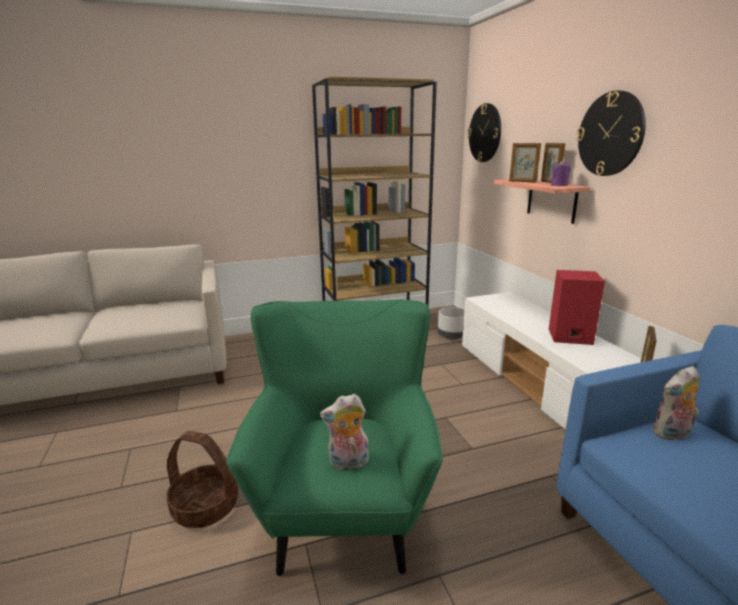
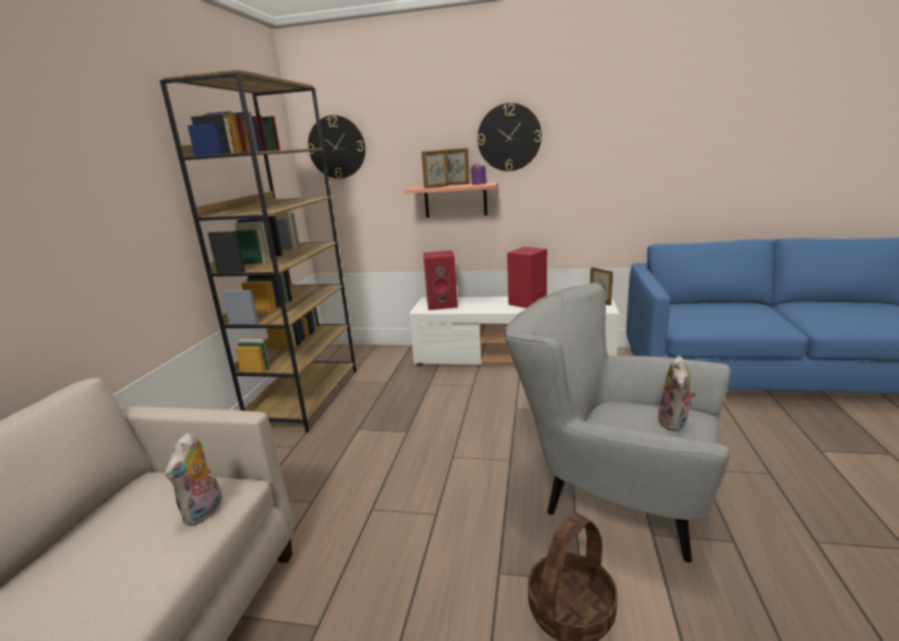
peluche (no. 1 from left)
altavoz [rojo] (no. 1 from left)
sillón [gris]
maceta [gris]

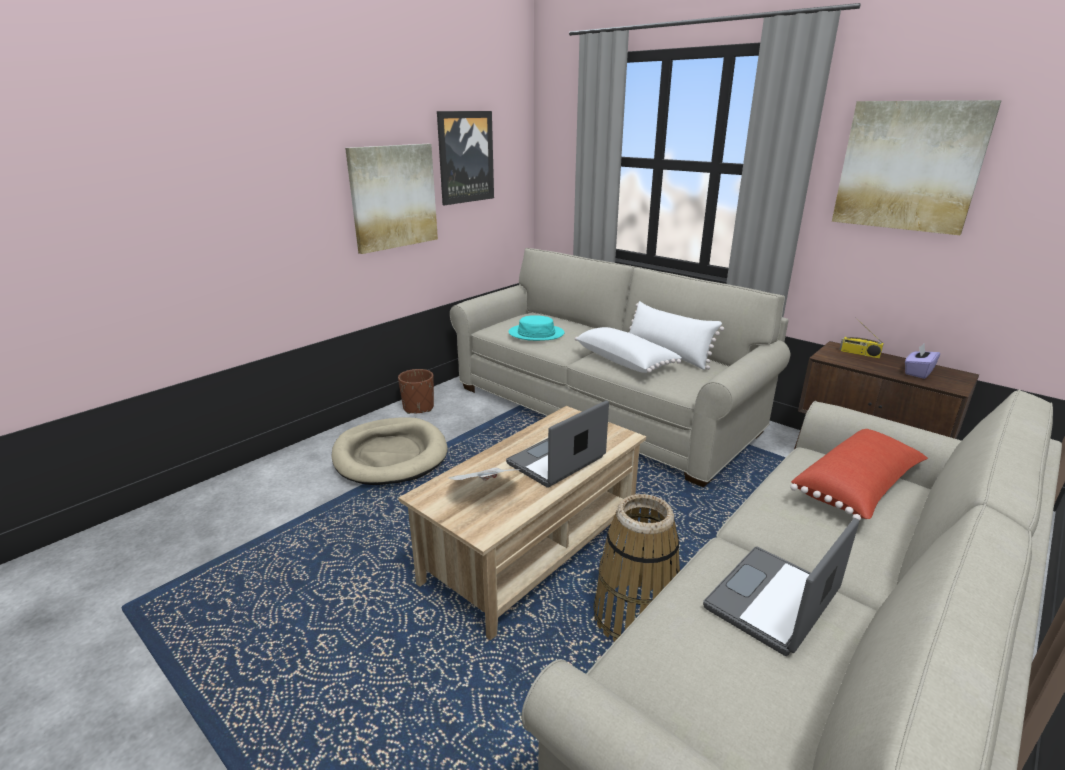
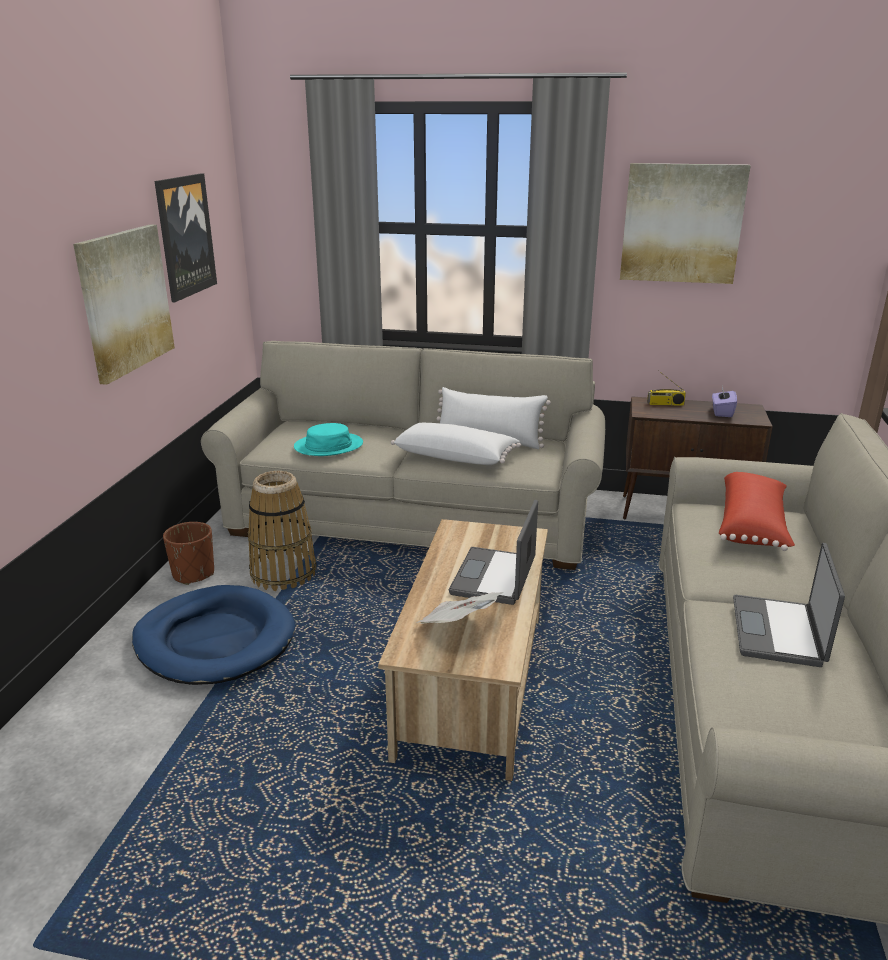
cama para perro [azul]
cesta

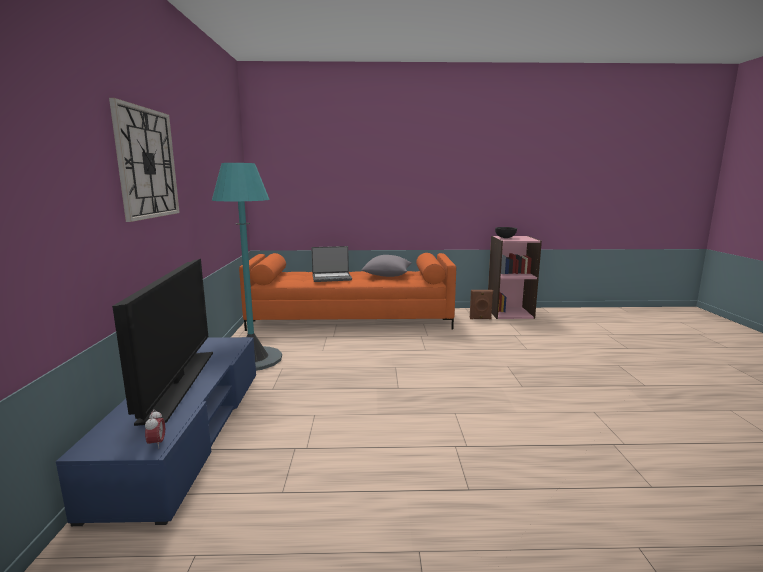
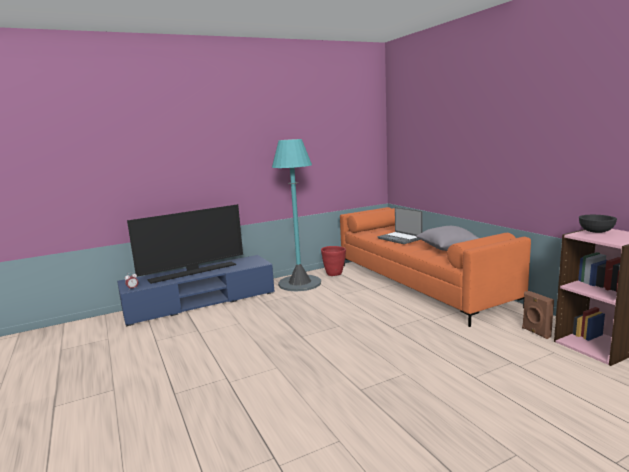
maceta [rojo]
reloj de pared

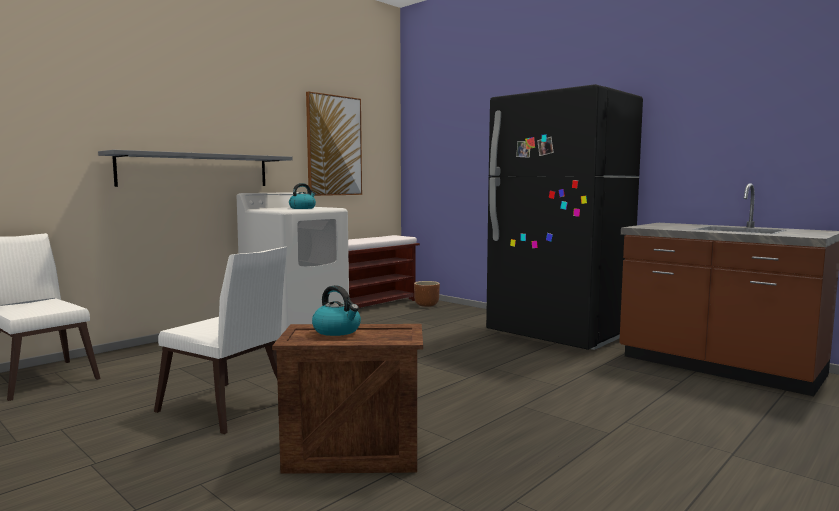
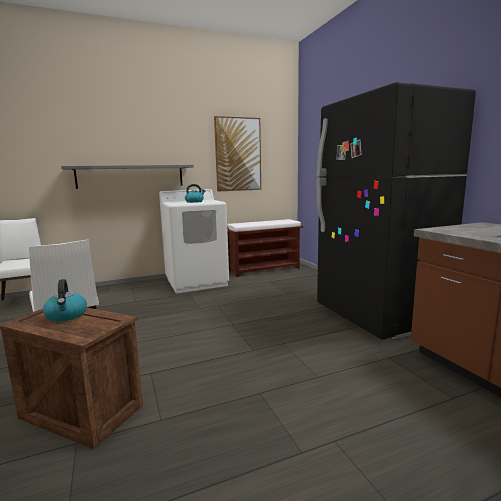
maceta [marrón]

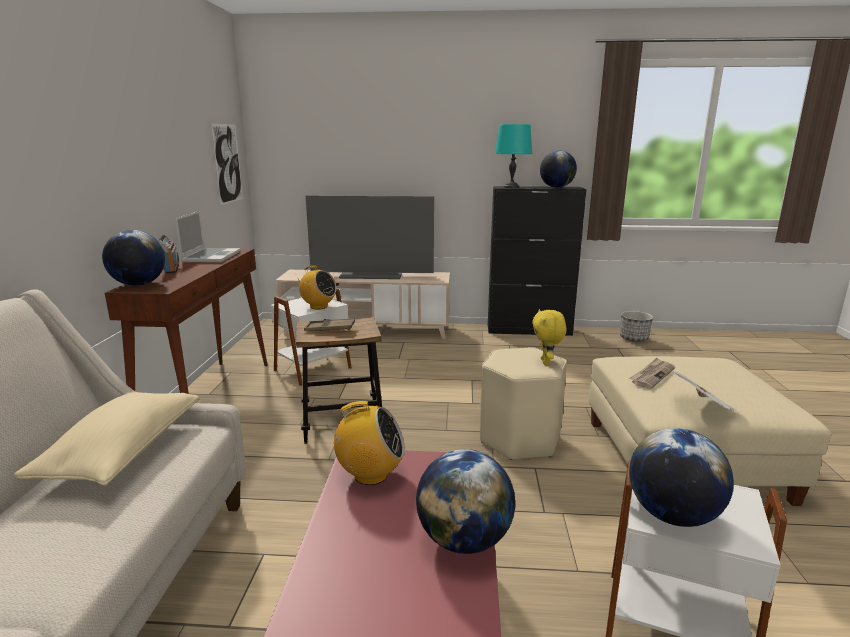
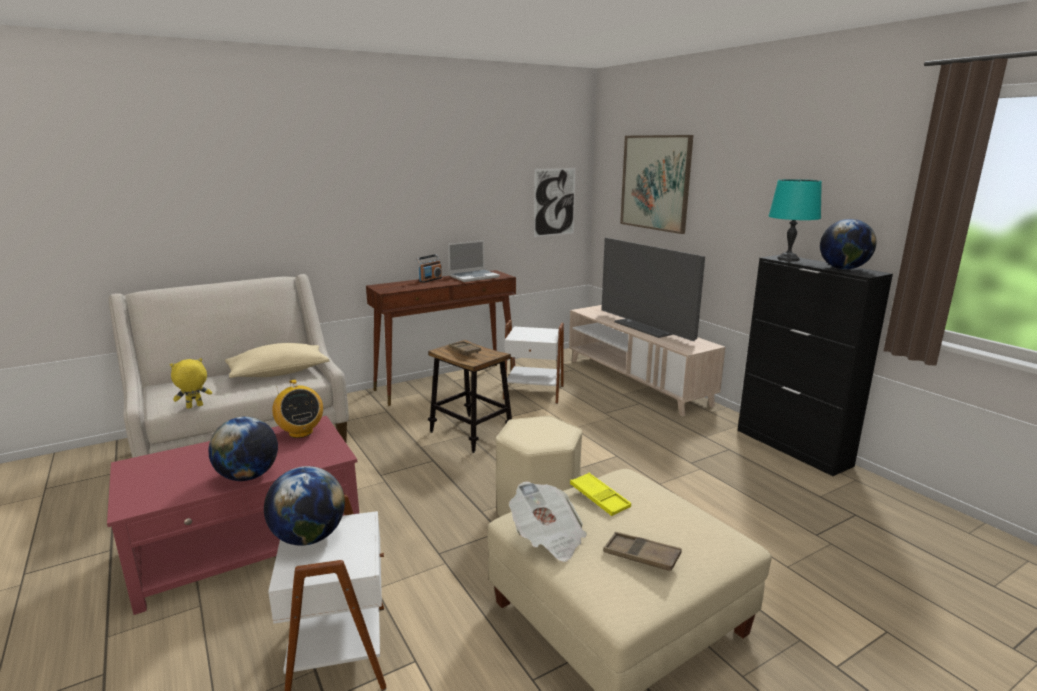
peluche [amarillo]
bandeja [amarillo]
bandeja [marrón] (no. 2 from left)
cuadro (no. 2 from left)
globo terráqueo (no. 1 from left in the first image)
radio (no. 2 from left in the first image)
maceta

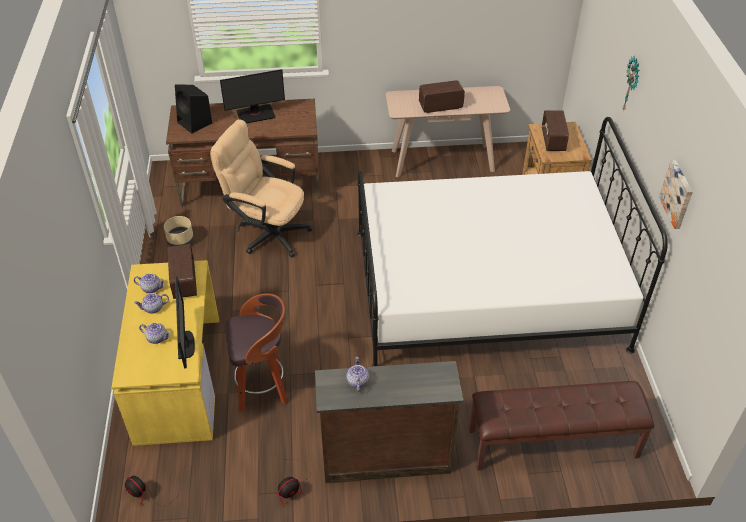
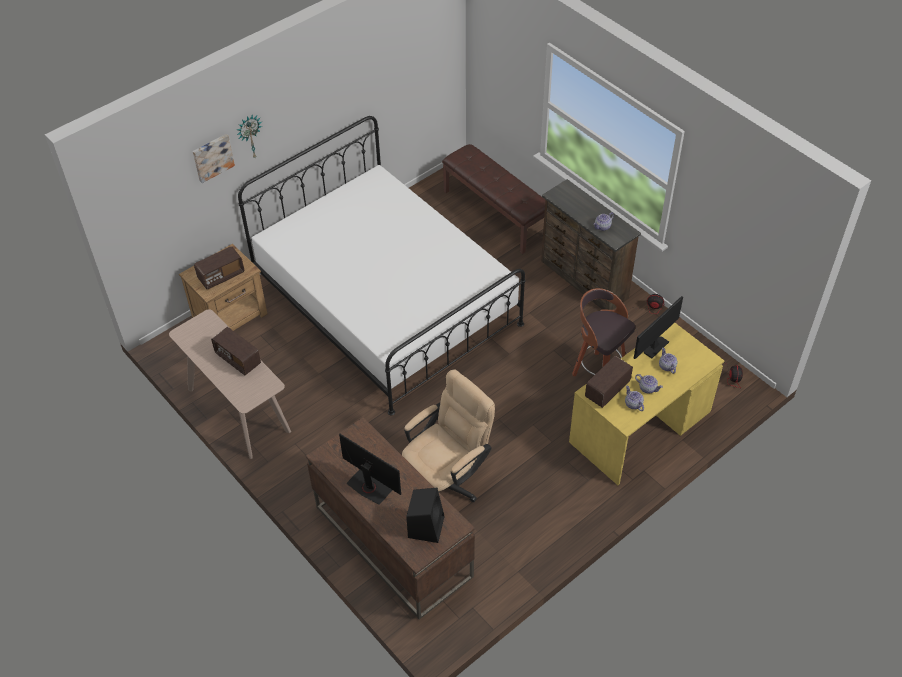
cuadro
silla de oficina [beis]
maceta [beis]

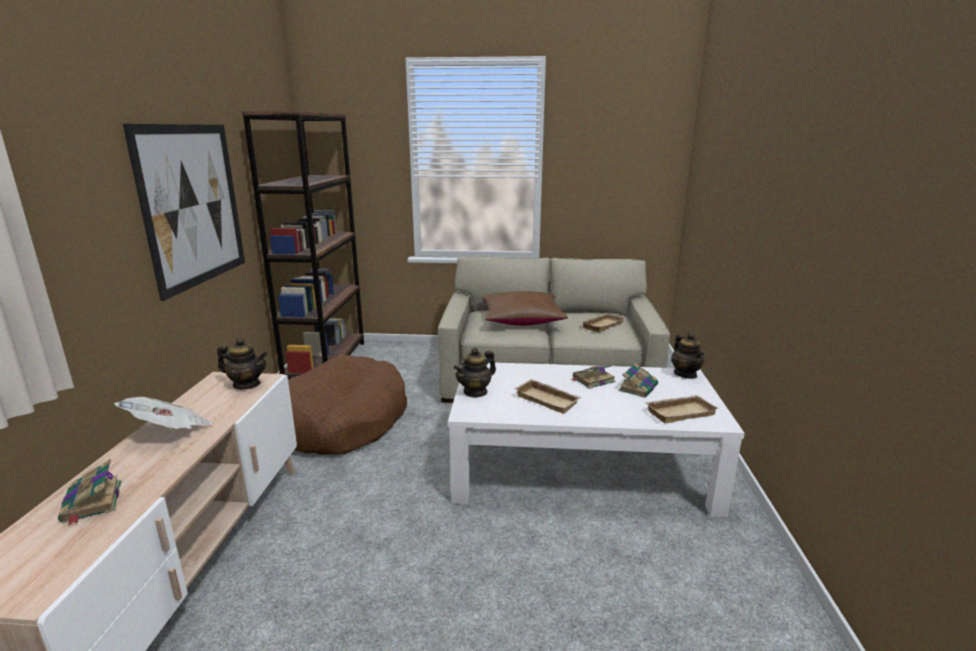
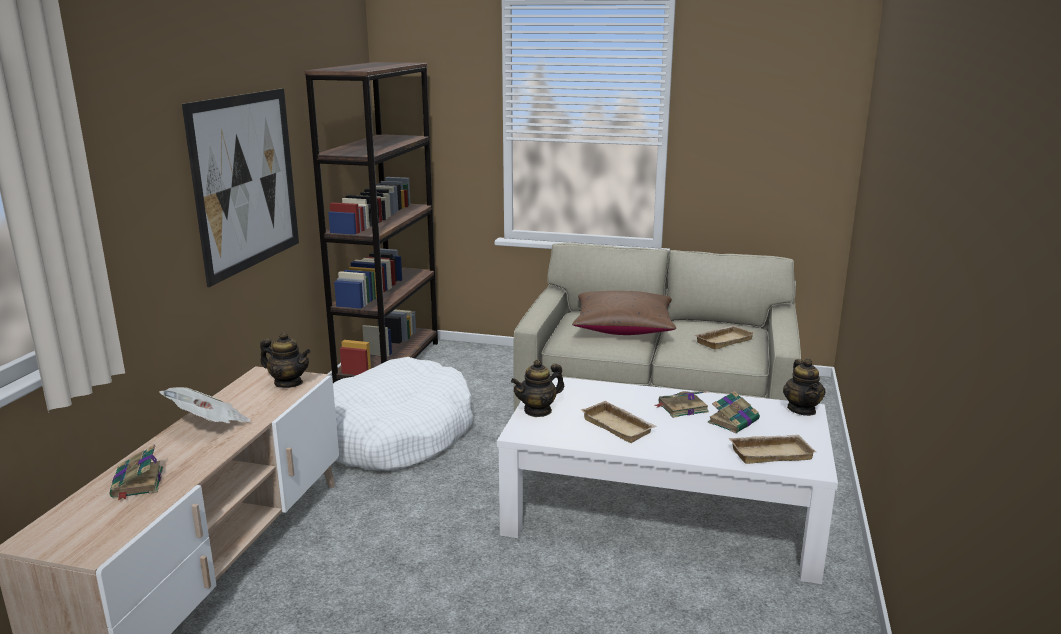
cama para perro [blanco]

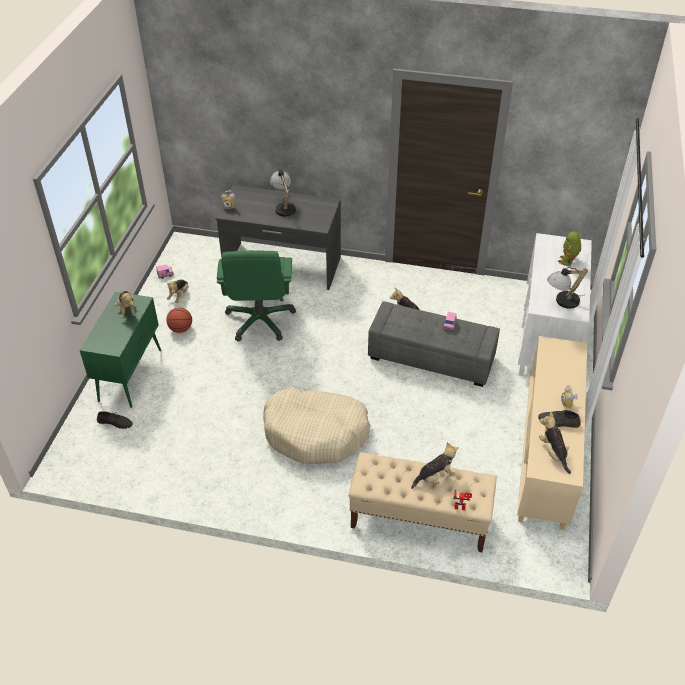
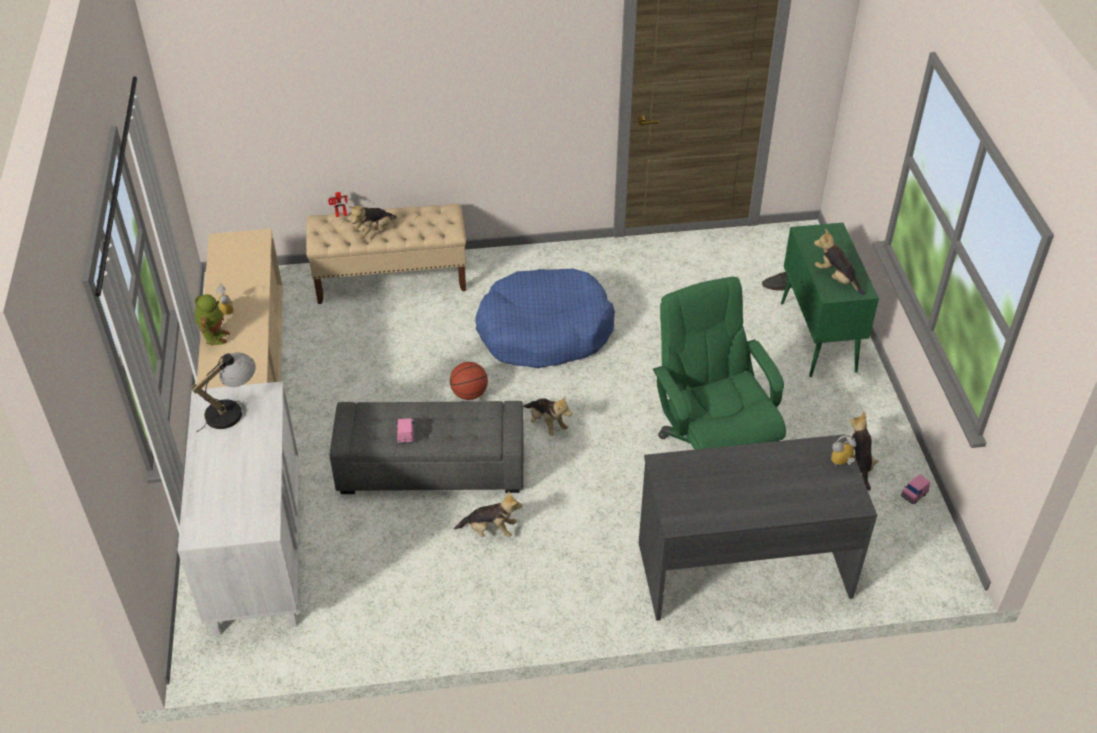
robot de juguete (no. 1 from left)
balón de baloncesto
cama para perro [azul]
peluche (no. 3 from left)
lámpara de mesa (no. 1 from left in the first image)
zapato [gris] (no. 2 from left in the first image)

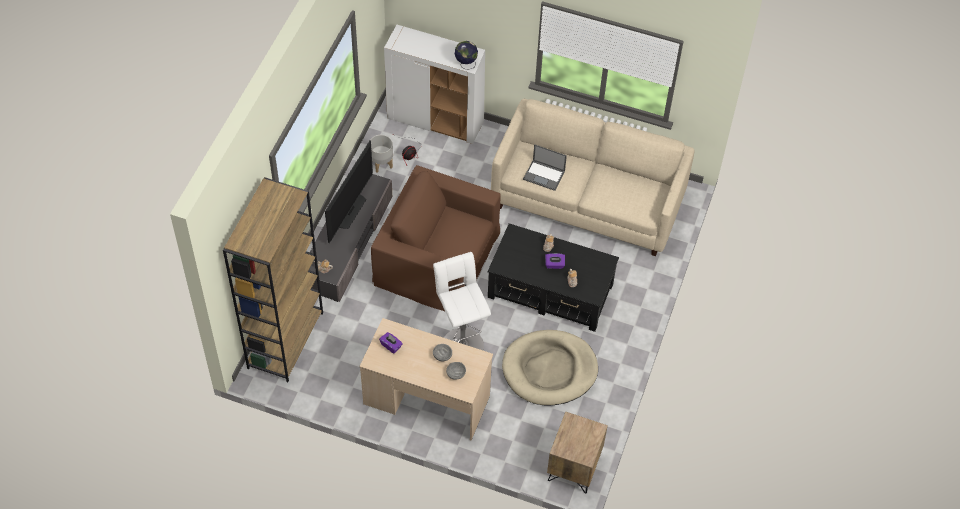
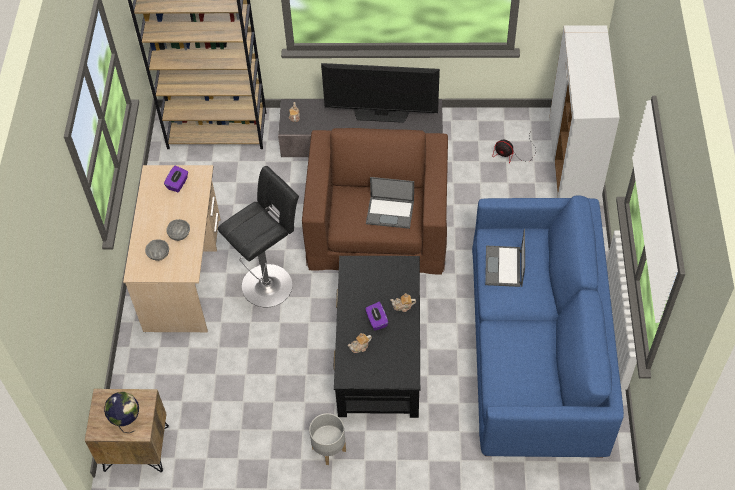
globo terráqueo
taburete [negro]
maceta [gris]
portátil (no. 1 from left)
sofá [azul]
cama para perro [beis]

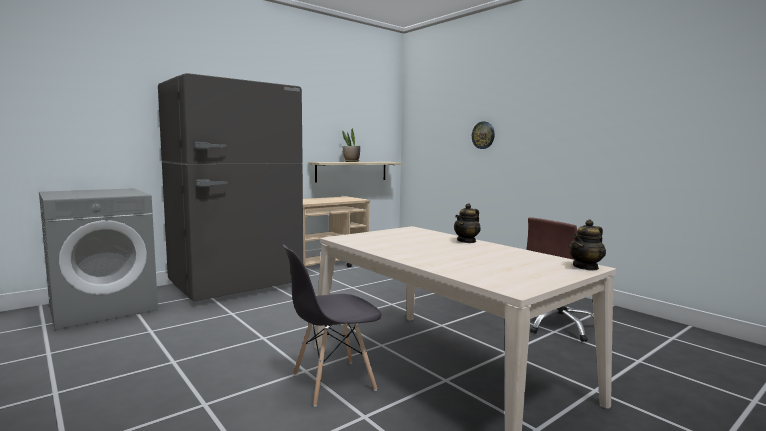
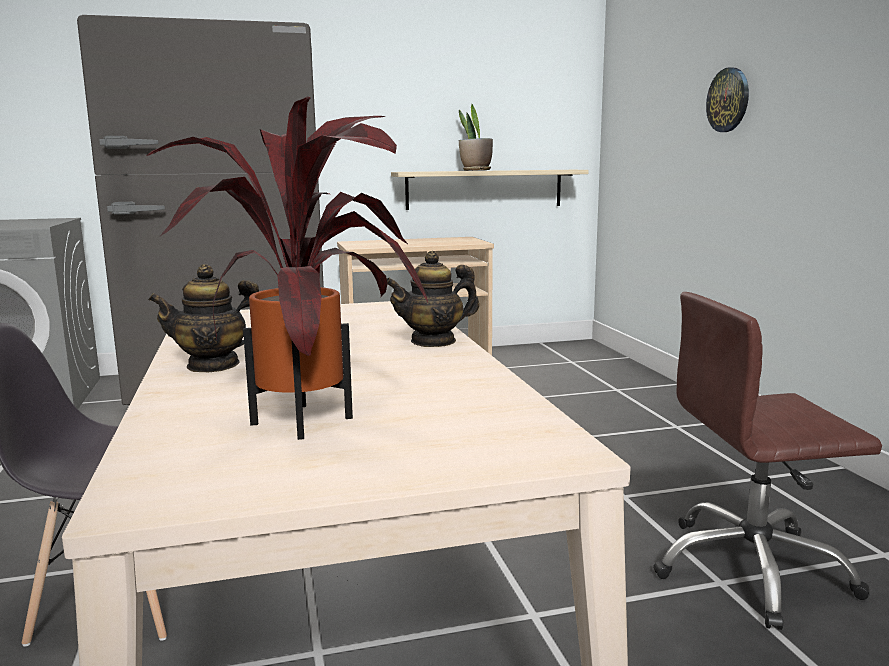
planta en maceta (no. 1 from left)
tetera (no. 1 from left)

